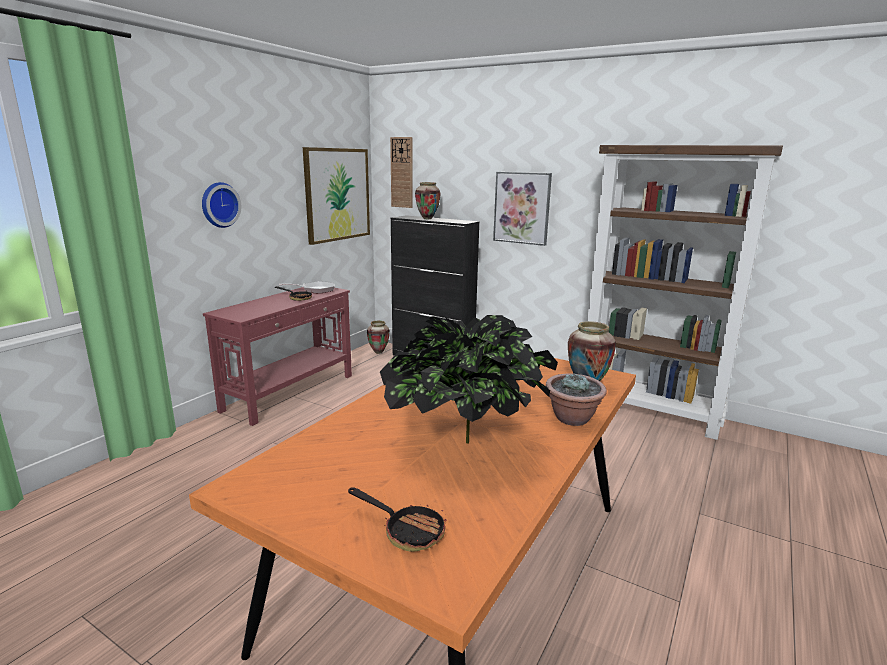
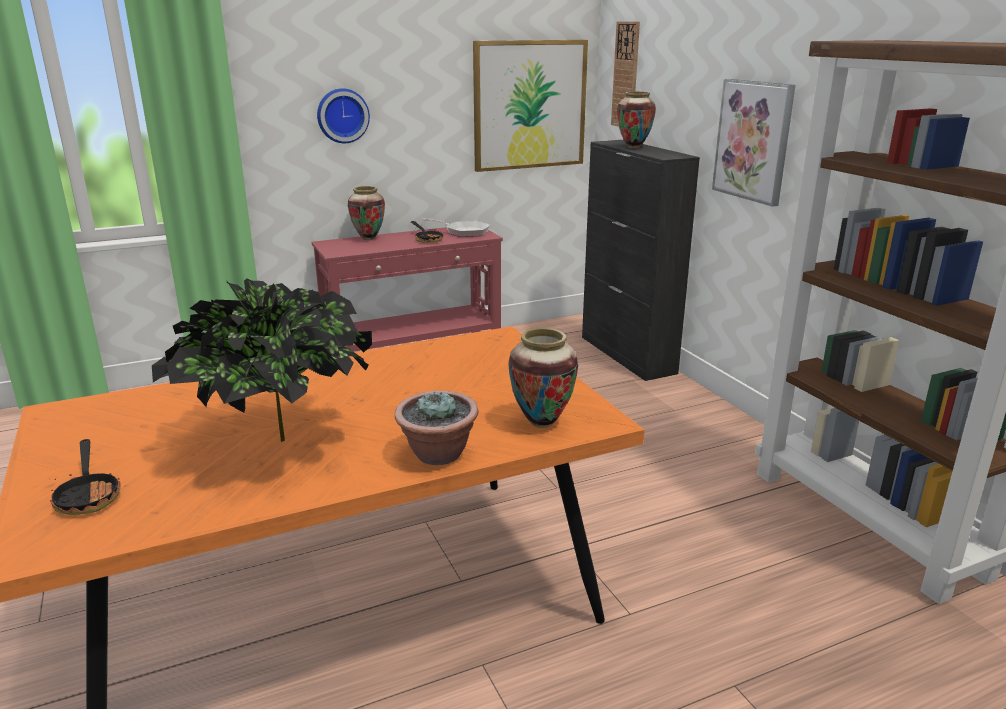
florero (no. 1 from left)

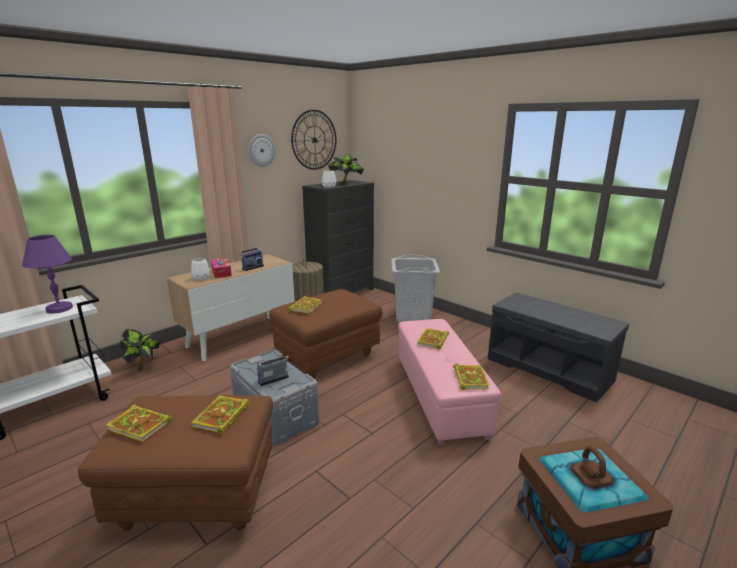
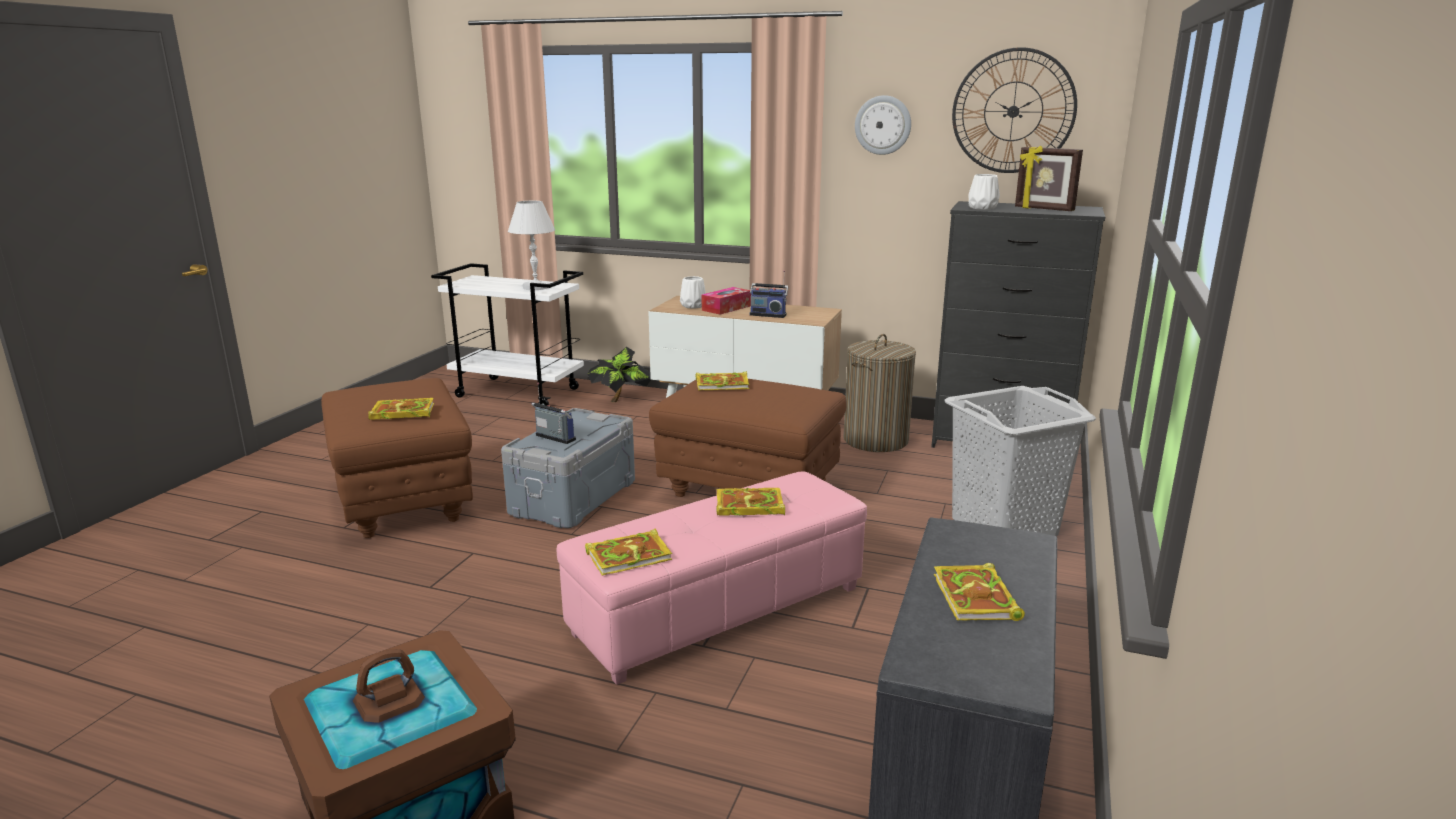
lámpara de mesa [blanco]
libro (no. 5 from left)
portarretratos

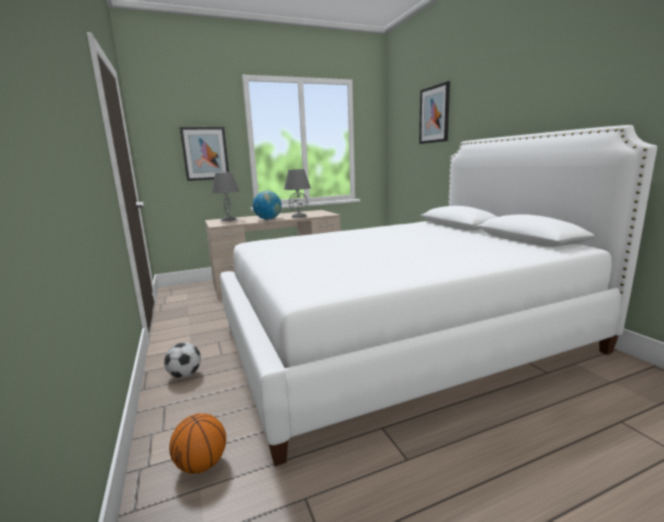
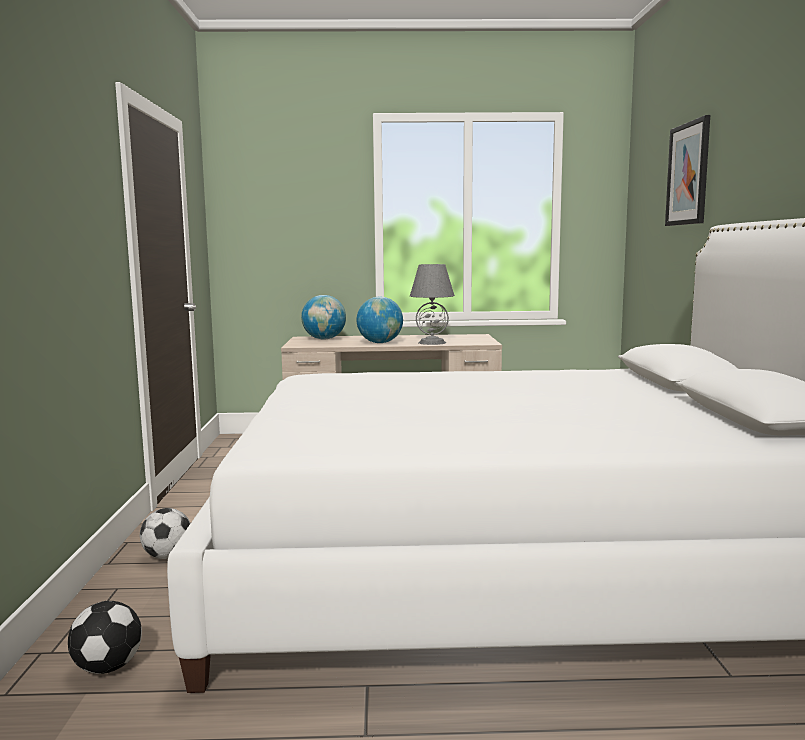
balón de fútbol (no. 1 from left)
globo terráqueo (no. 1 from left)
cuadro (no. 1 from left in the first image)

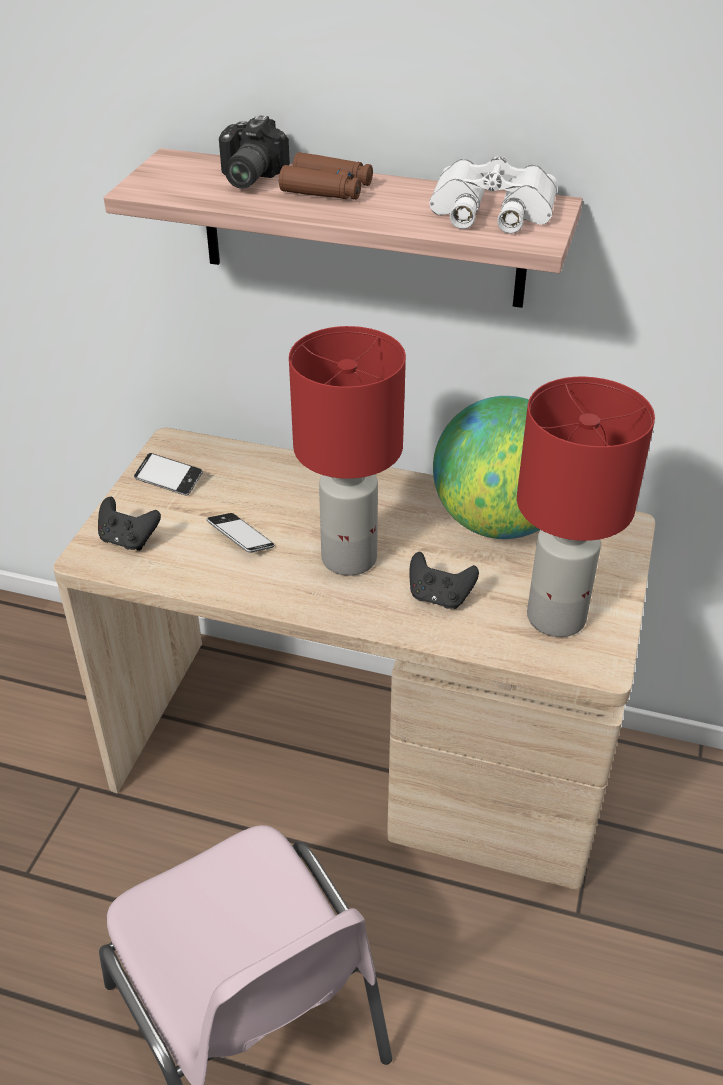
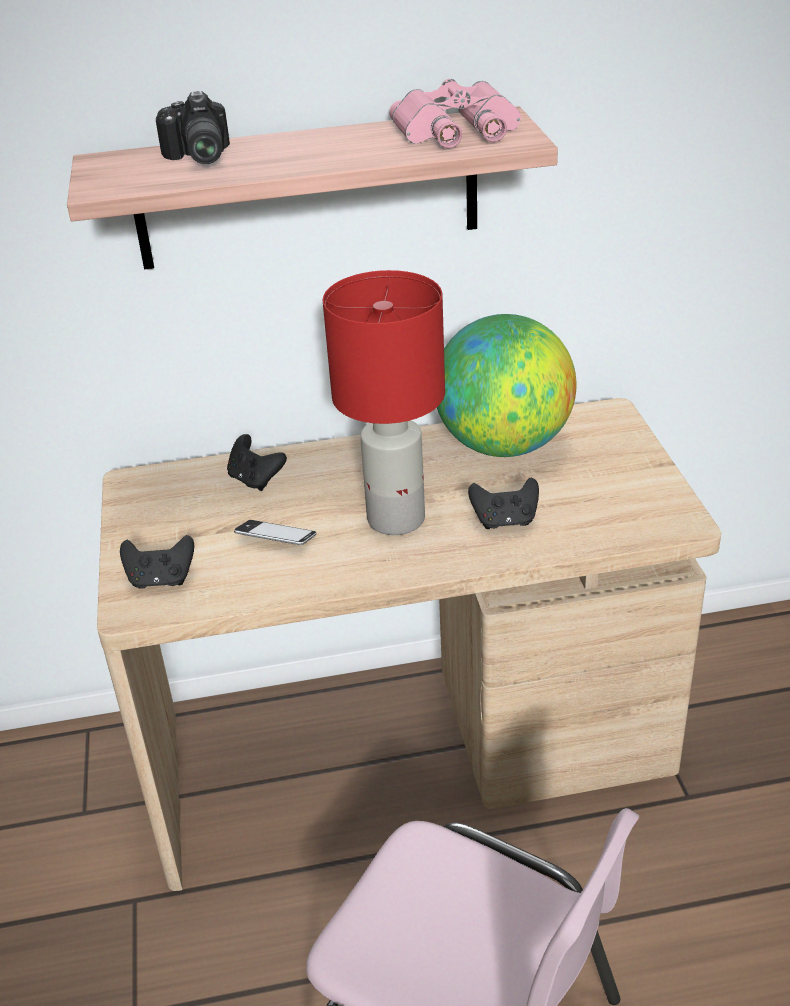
mando de consola [negro] (no. 2 from left)
prismáticos [rosa]
móvil (no. 1 from left in the first image)
prismáticos [marrón]
lámpara de mesa [rojo] (no. 2 from left in the first image)

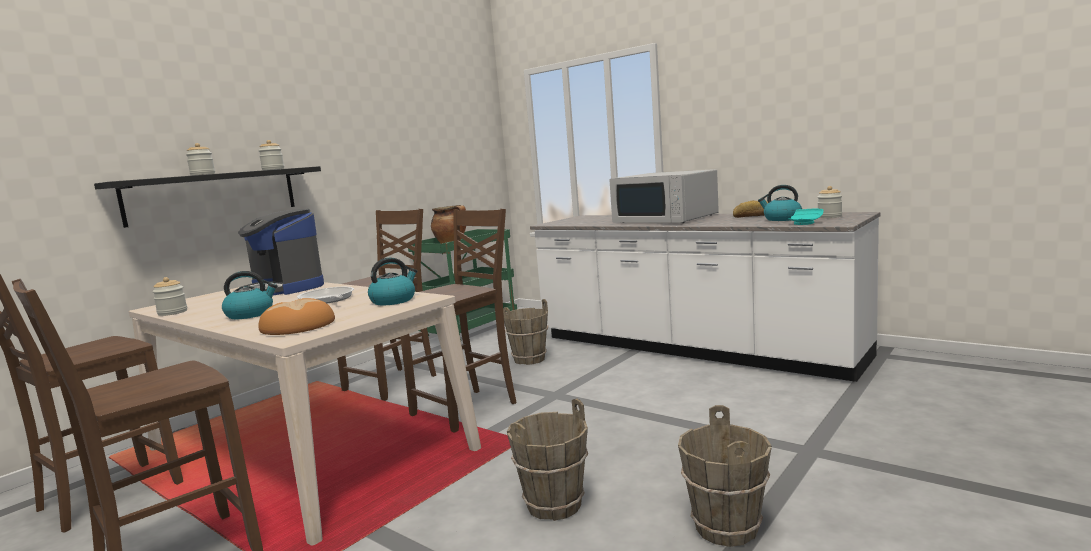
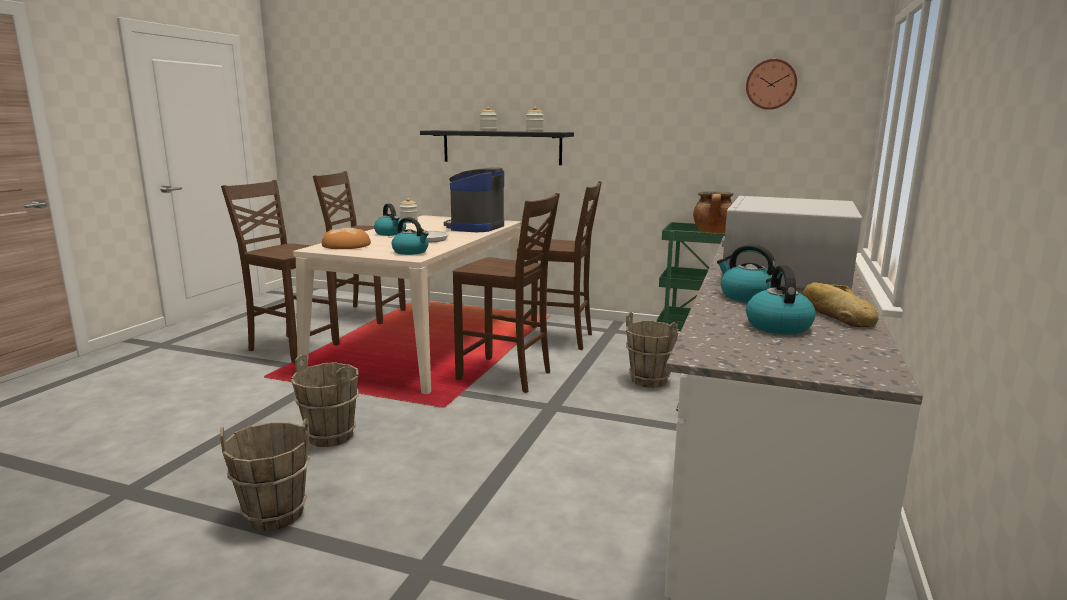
hervidor (no. 3 from left)
reloj de pared
plato [turquesa]
tarro (no. 4 from left in the first image)

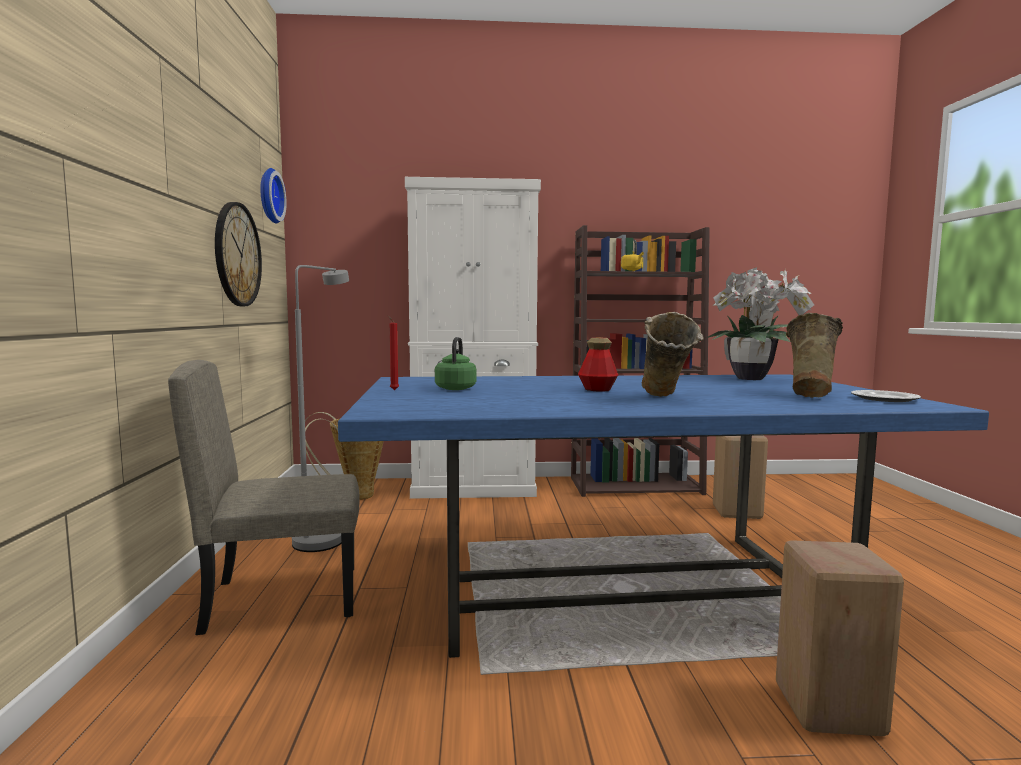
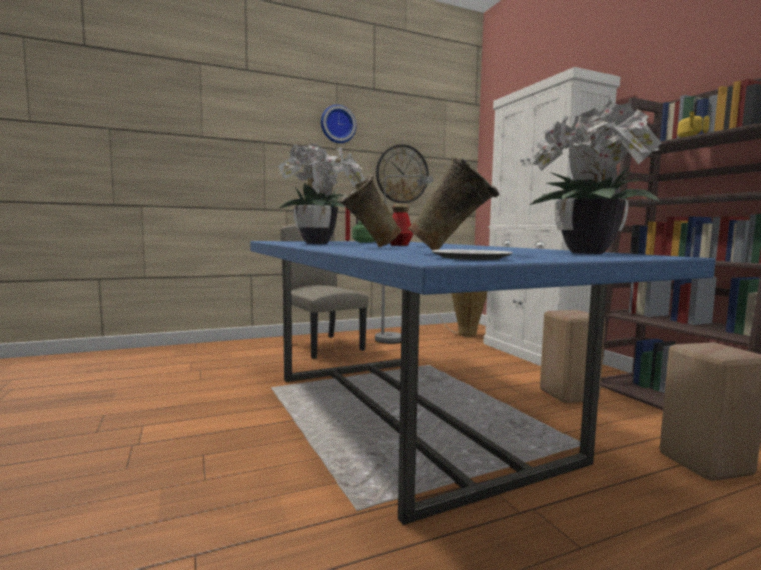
planta en maceta (no. 1 from left)
reloj de pared (no. 1 from left)
taburete [beis] (no. 1 from left)

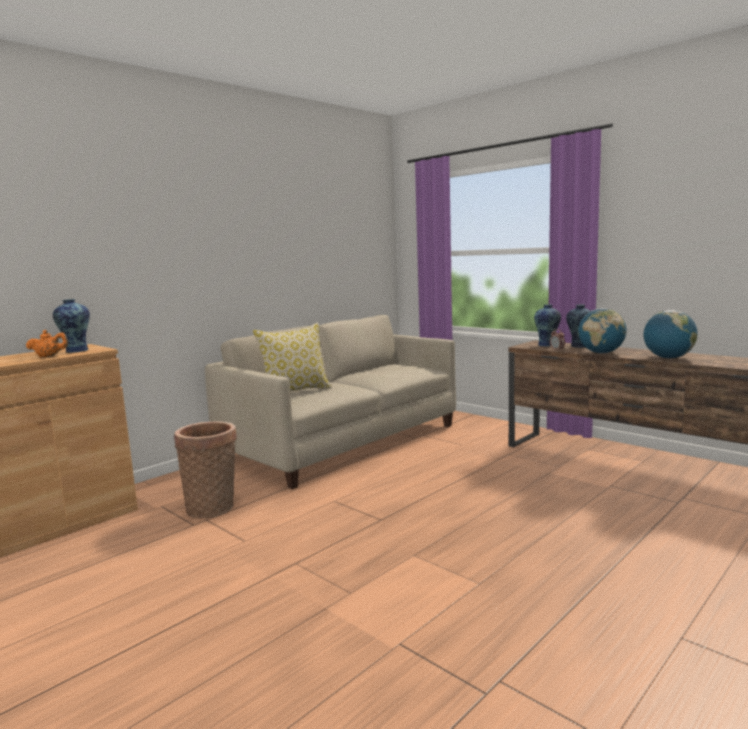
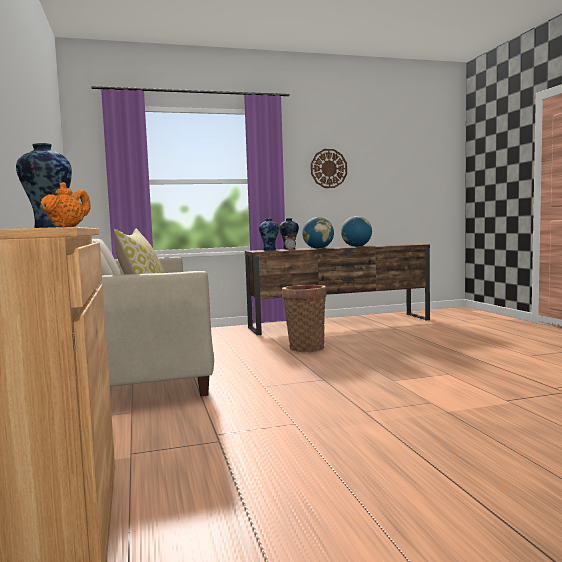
cesta
reloj de pared

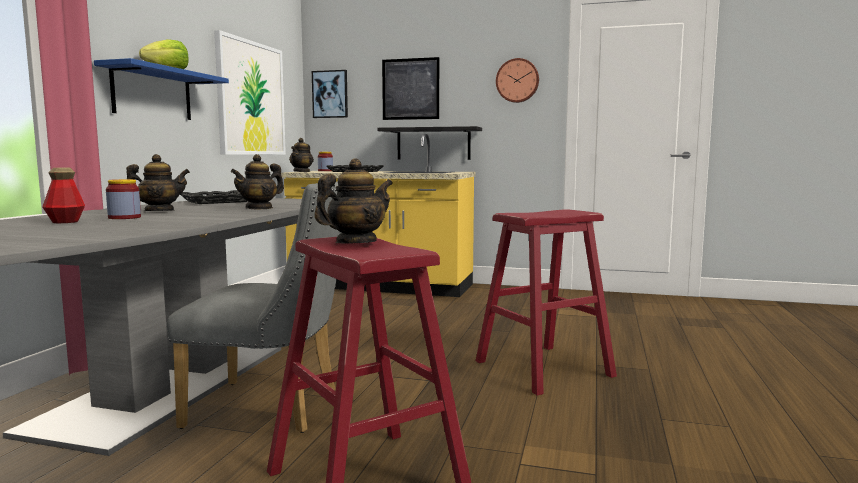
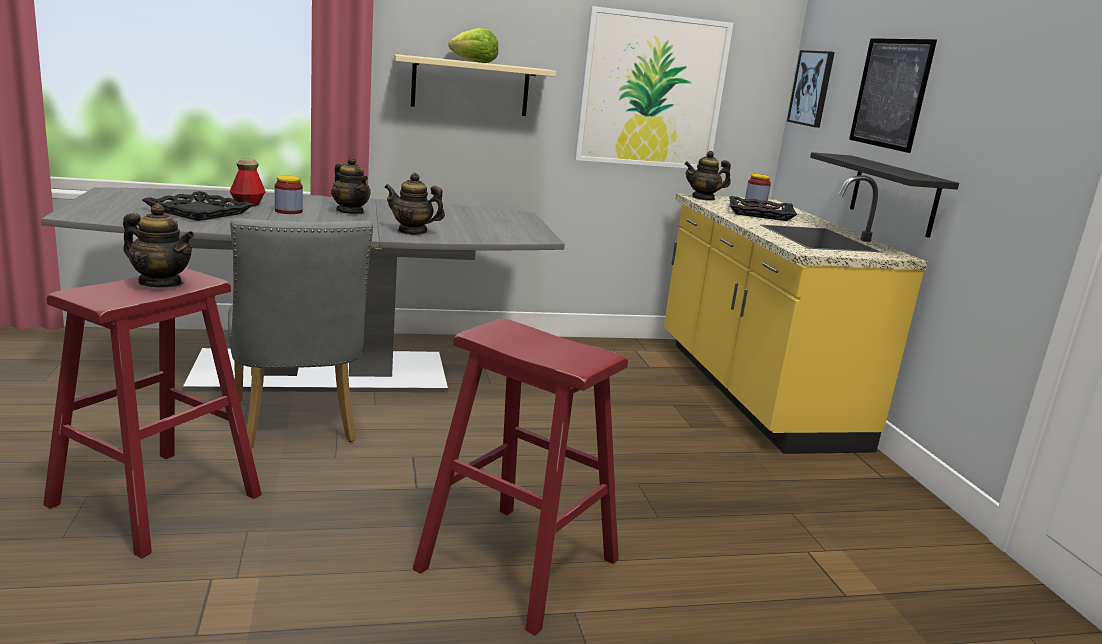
bandeja [negro] (no. 1 from left)
estante [beis]
reloj de pared

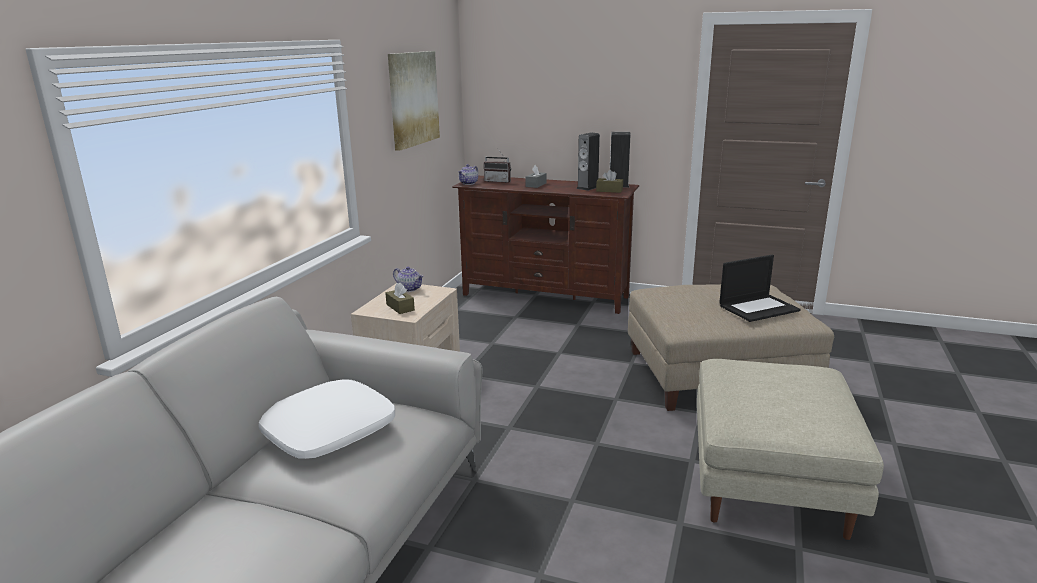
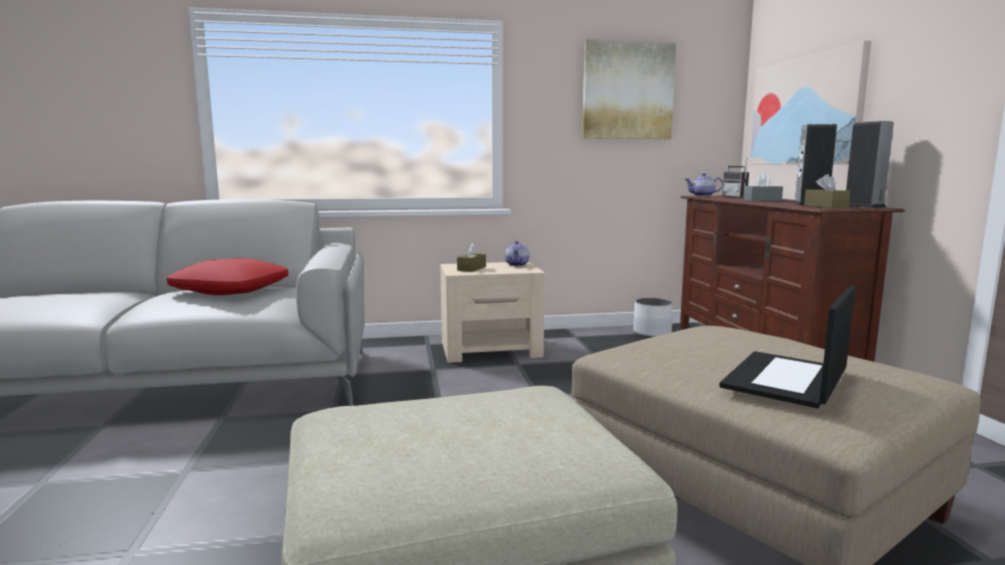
cojín [rojo]
maceta [blanco]
portátil
cuadro (no. 2 from left)

